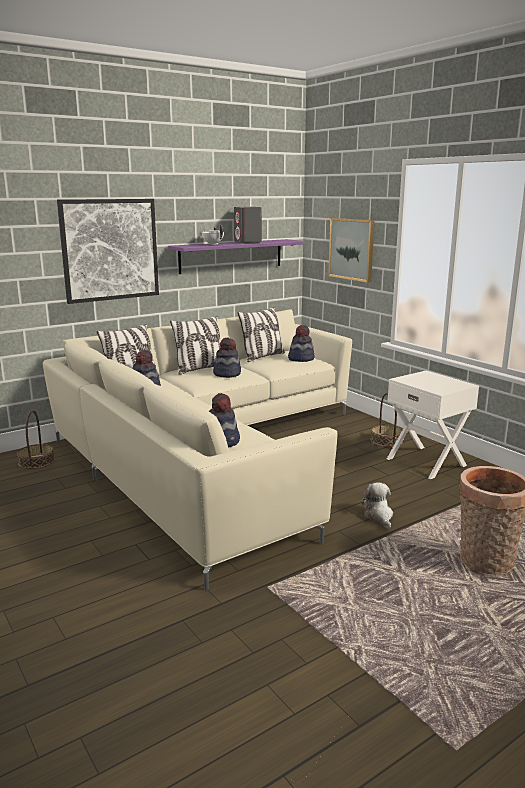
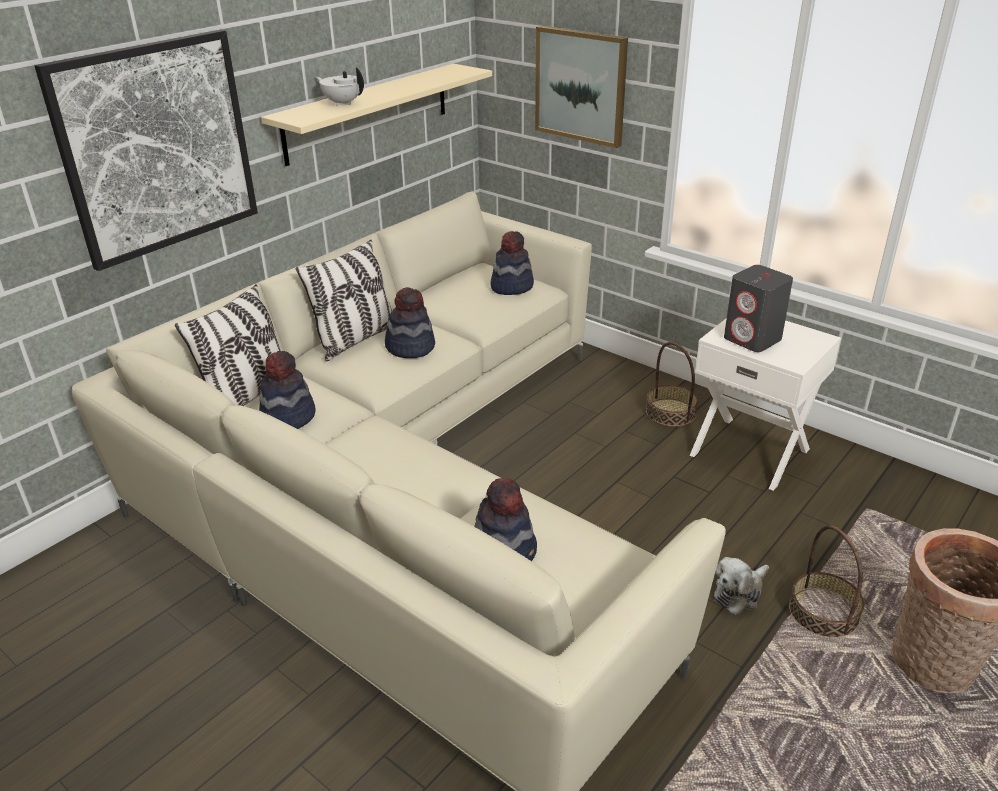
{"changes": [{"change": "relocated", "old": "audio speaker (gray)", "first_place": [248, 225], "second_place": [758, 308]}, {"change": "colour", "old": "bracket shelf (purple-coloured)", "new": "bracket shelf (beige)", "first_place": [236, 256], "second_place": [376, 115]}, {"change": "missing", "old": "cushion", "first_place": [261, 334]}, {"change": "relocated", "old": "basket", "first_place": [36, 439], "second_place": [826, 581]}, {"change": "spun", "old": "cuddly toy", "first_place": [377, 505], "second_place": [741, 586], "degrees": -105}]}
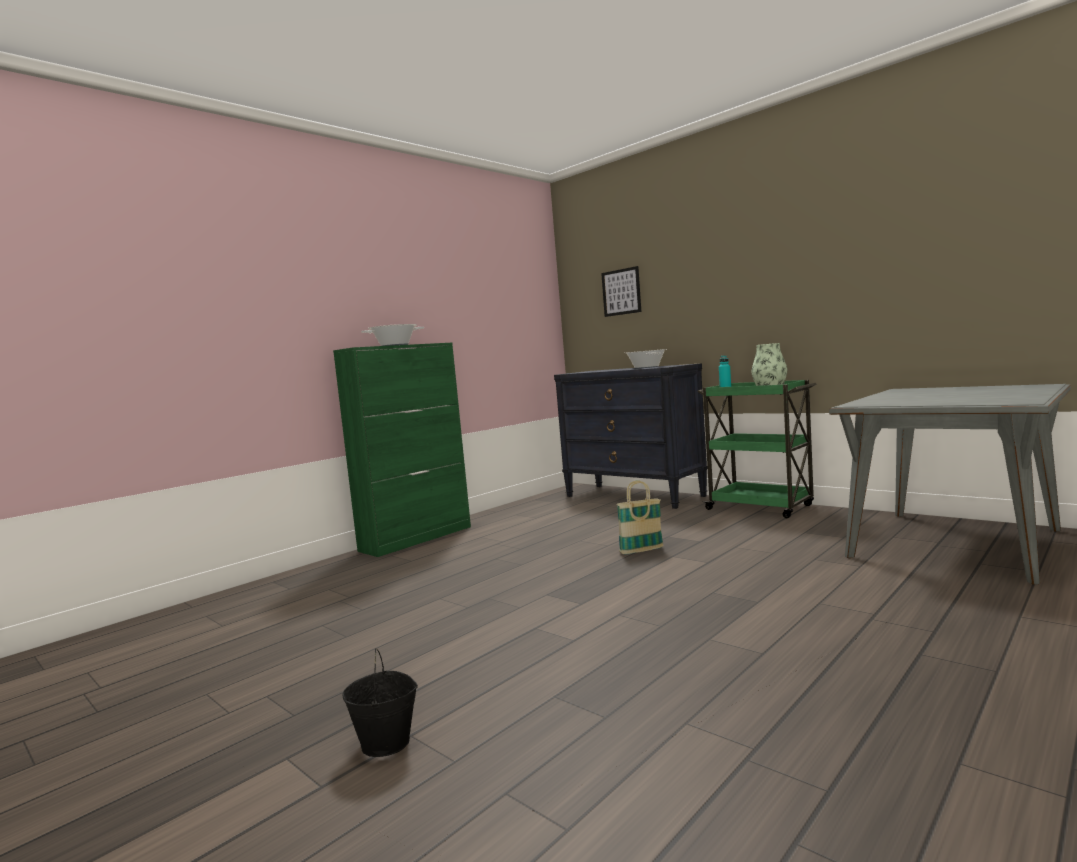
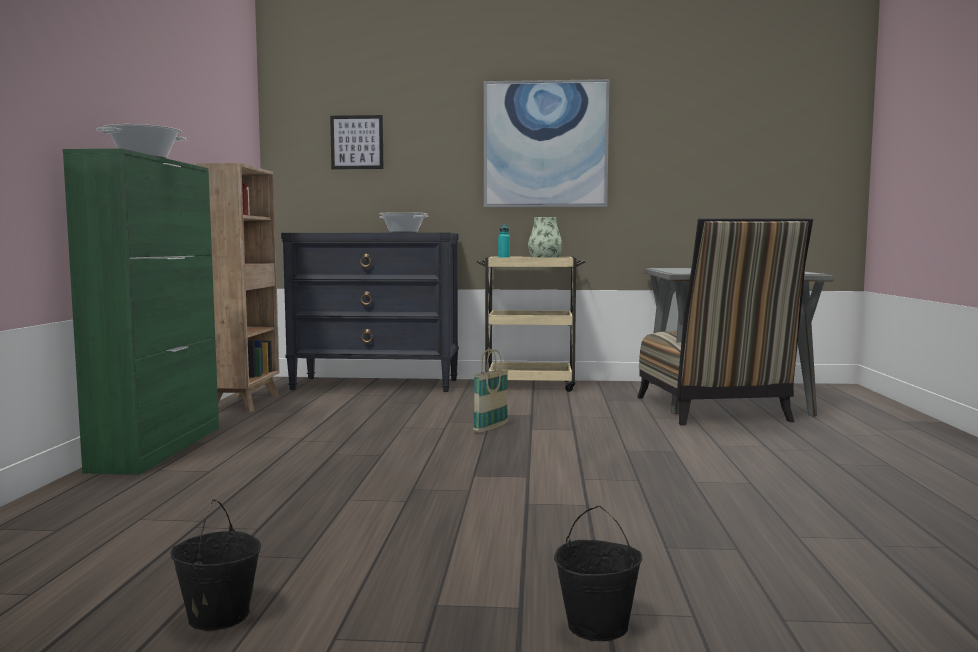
{"changes": [{"change": "colour", "old": "wheeled cart (greenish)", "new": "wheeled cart (beige)", "first_place": [757, 449], "second_place": [531, 324]}, {"change": "appeared", "new": "wall art", "second_place": [546, 143]}, {"change": "appeared", "new": "bookcase (brownish)", "second_place": [238, 287]}, {"change": "appeared", "new": "chair", "second_place": [725, 322]}, {"change": "appeared", "new": "water bucket (black)", "second_place": [215, 565]}]}
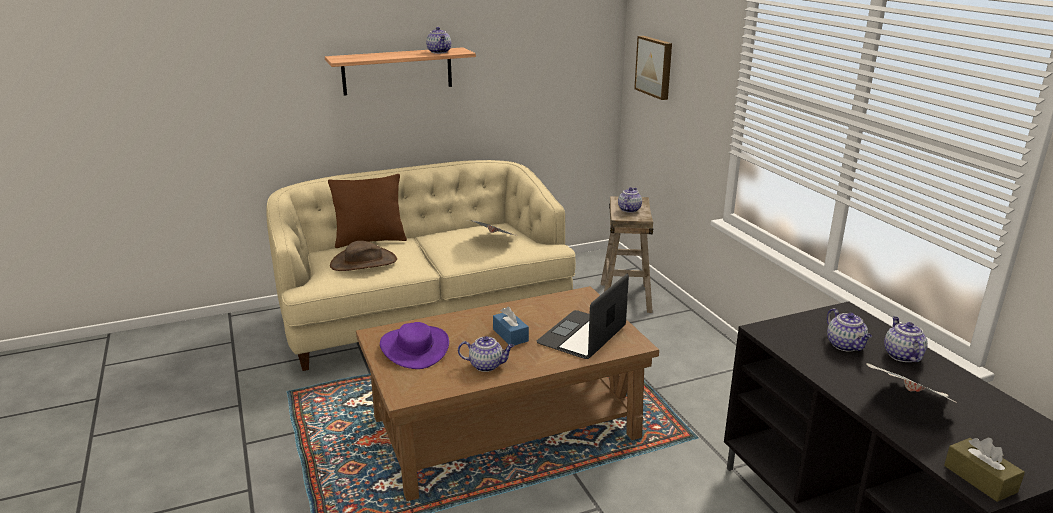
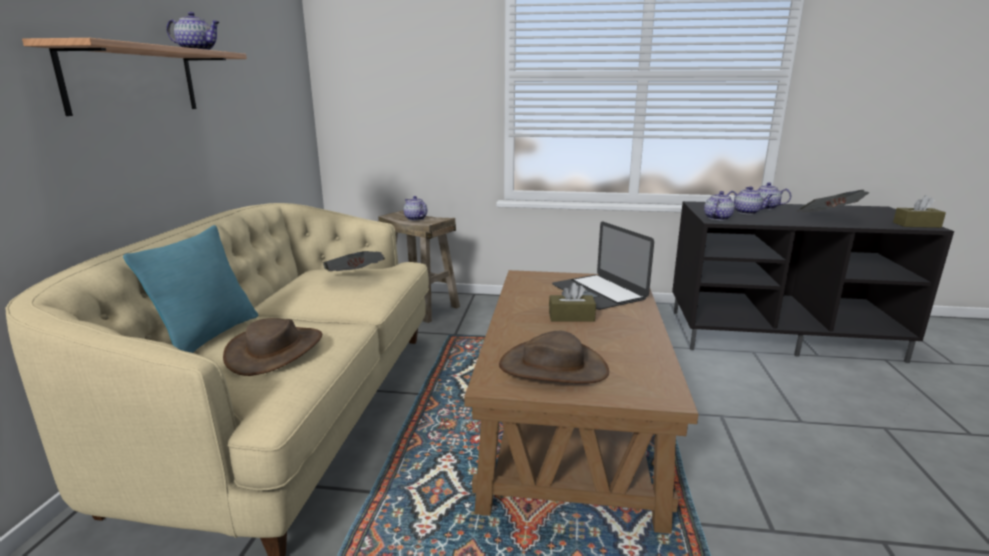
{"changes": [{"change": "missing", "old": "wall art", "first_place": [653, 68]}, {"change": "colour", "old": "cushion (brownish)", "new": "cushion (blue-green)", "first_place": [367, 211], "second_place": [190, 289]}, {"change": "colour", "old": "tissue box (blue-coloured)", "new": "tissue box (brownish)", "first_place": [511, 326], "second_place": [572, 302]}, {"change": "colour", "old": "hat (purple-coloured)", "new": "hat (brownish)", "first_place": [414, 345], "second_place": [554, 357]}, {"change": "relocated", "old": "pot for tea", "first_place": [486, 354], "second_place": [719, 205]}]}
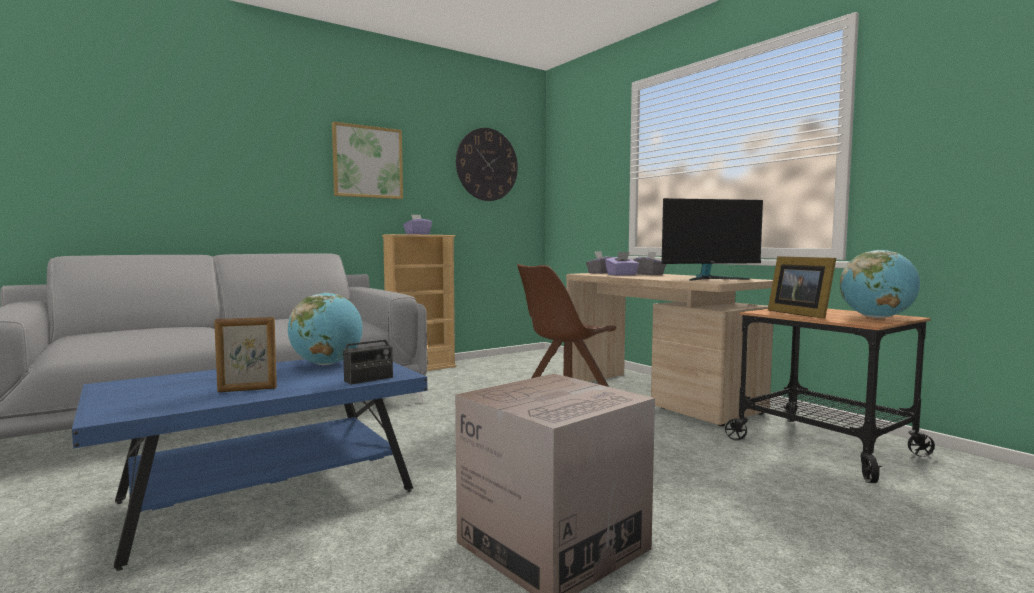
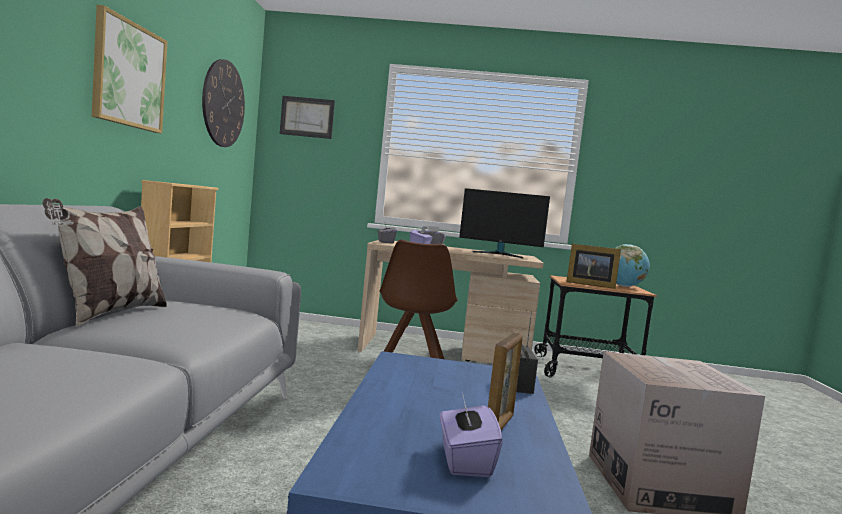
{"changes": [{"change": "spun", "old": "monitor", "first_place": [712, 239], "second_place": [504, 223], "degrees": 75}, {"change": "relocated", "old": "tissue box (purple-coloured)", "first_place": [417, 225], "second_place": [471, 434]}, {"change": "missing", "old": "globe", "first_place": [325, 329]}, {"change": "appeared", "new": "wall art", "second_place": [307, 117]}, {"change": "appeared", "new": "cushion", "second_place": [105, 262]}]}
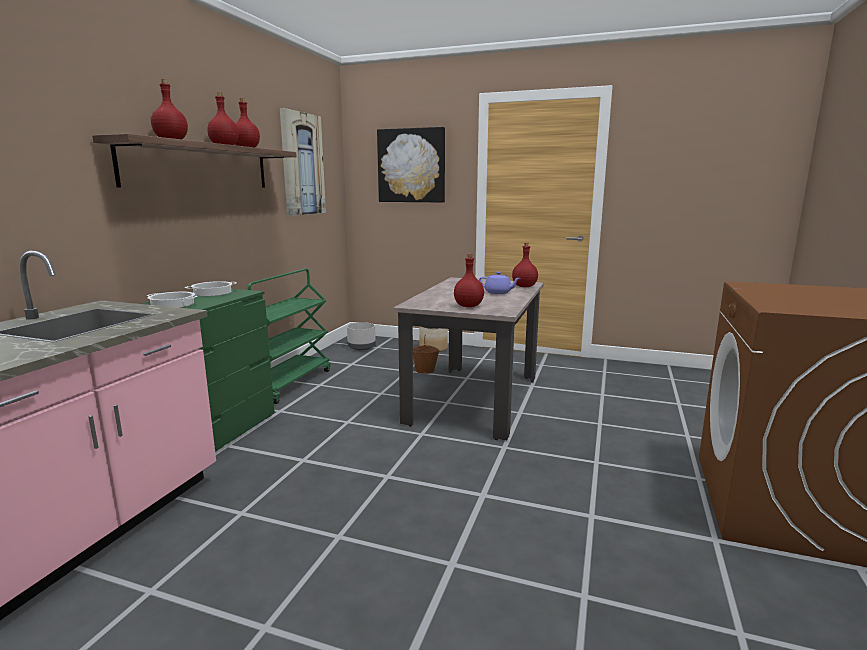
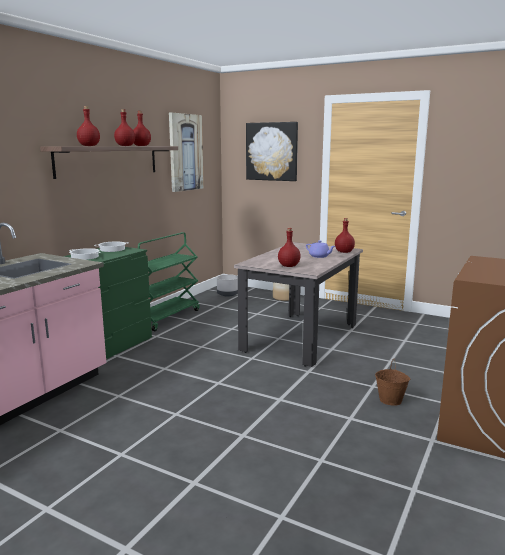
{"changes": [{"change": "relocated", "old": "water bucket (brownish)", "first_place": [426, 354], "second_place": [392, 382]}]}
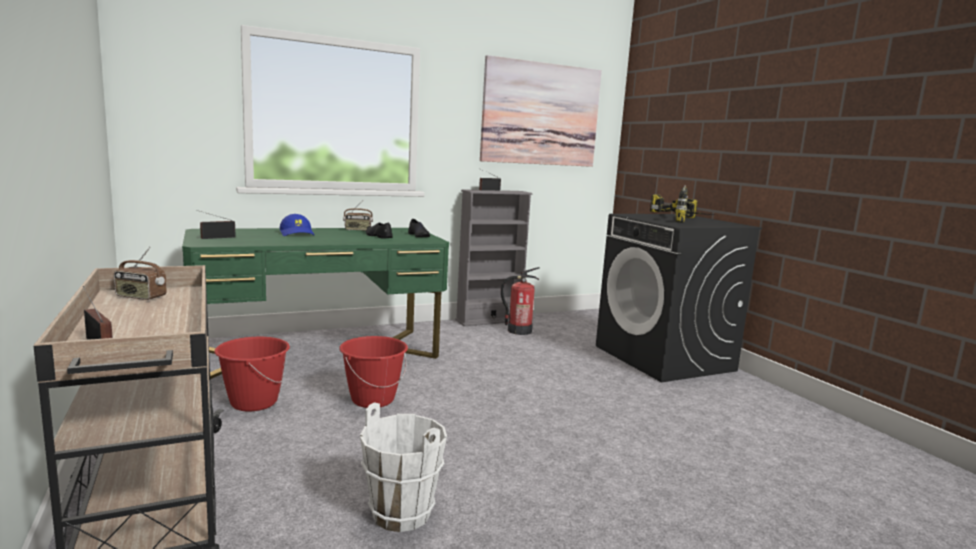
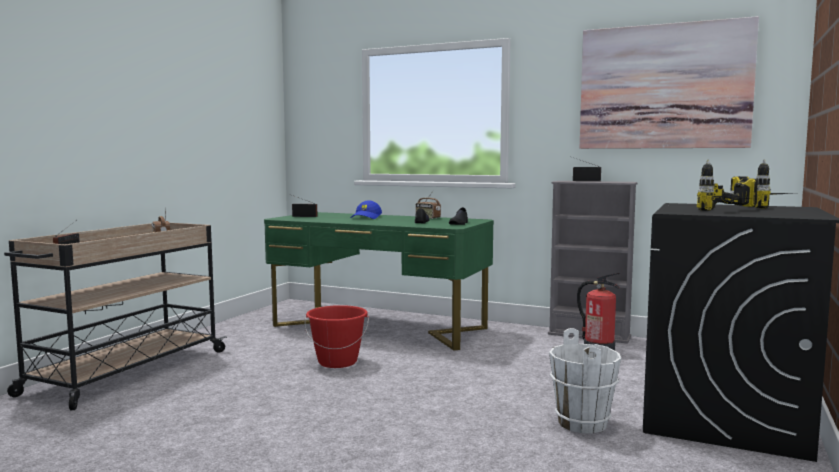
{"changes": [{"change": "missing", "old": "water bucket (red-coloured)", "first_place": [252, 374]}, {"change": "relocated", "old": "water bucket (white)", "first_place": [403, 467], "second_place": [585, 381]}]}
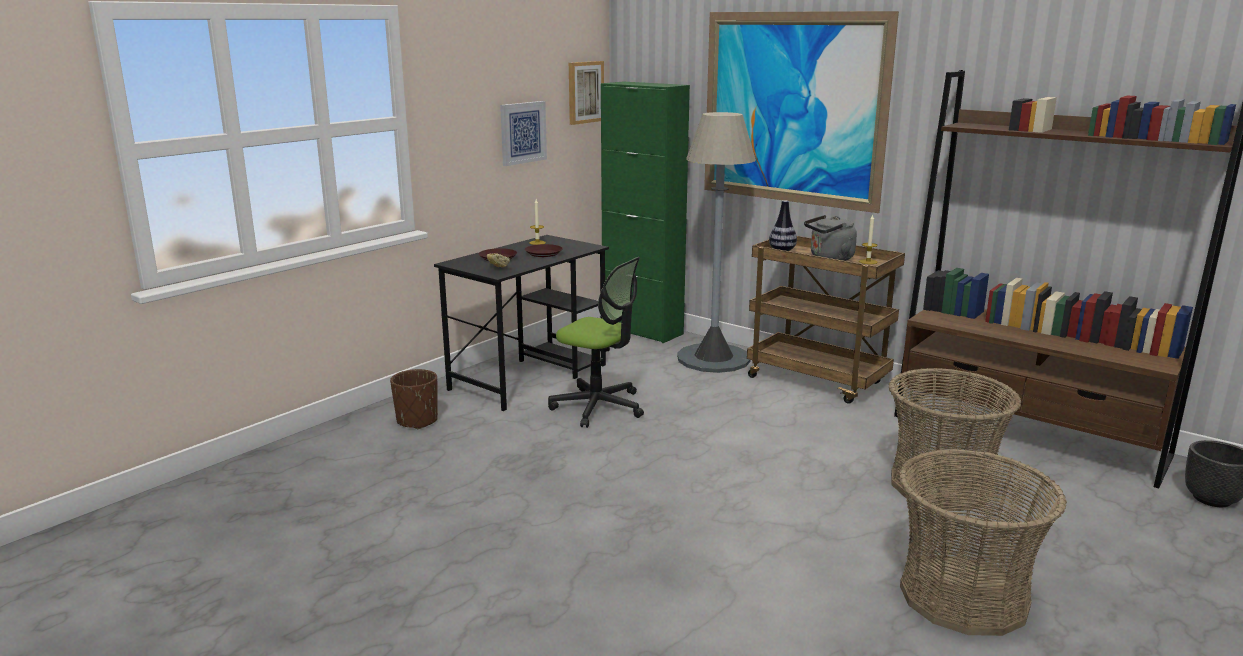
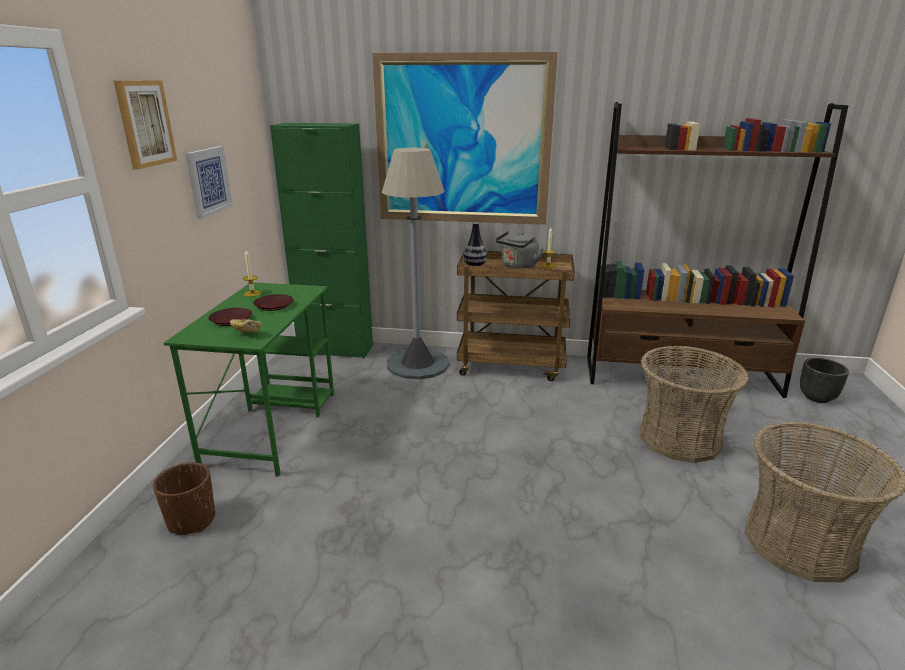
{"changes": [{"change": "relocated", "old": "wall art", "first_place": [586, 93], "second_place": [145, 124]}, {"change": "colour", "old": "desk (black)", "new": "desk (greenish)", "first_place": [521, 323], "second_place": [249, 379]}, {"change": "missing", "old": "desk chair", "first_place": [596, 342]}]}
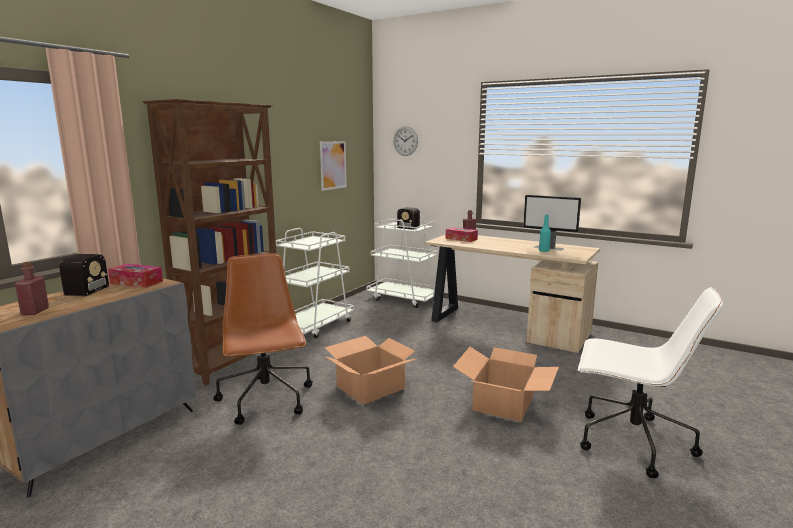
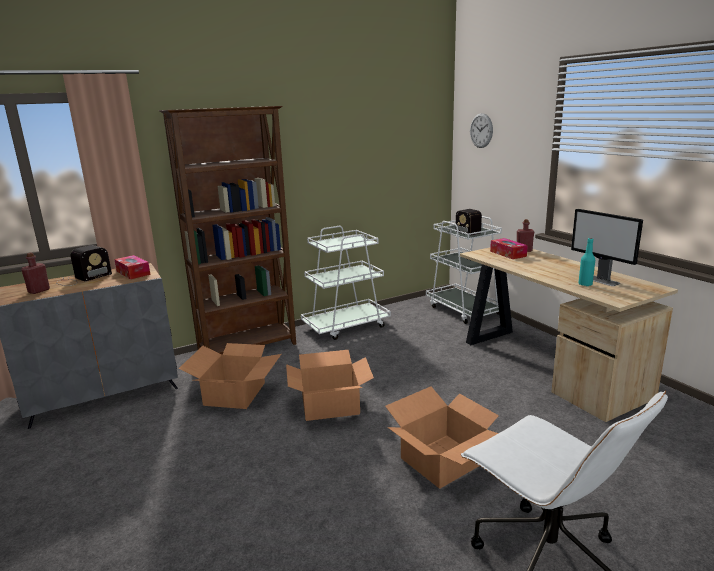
{"changes": [{"change": "missing", "old": "wall art", "first_place": [333, 166]}, {"change": "exchanged", "old": "desk chair (brownish)", "new": "cardboard box", "first_place": [263, 339], "second_place": [230, 376]}]}
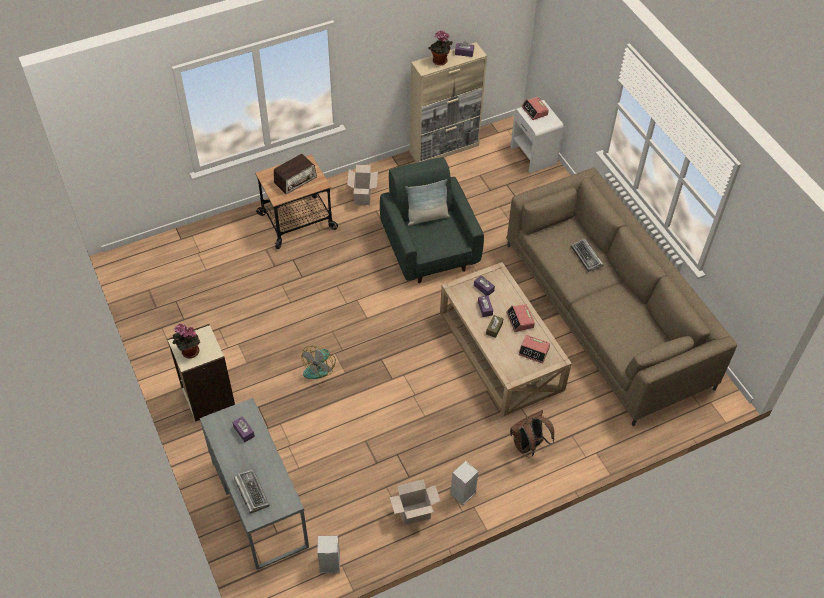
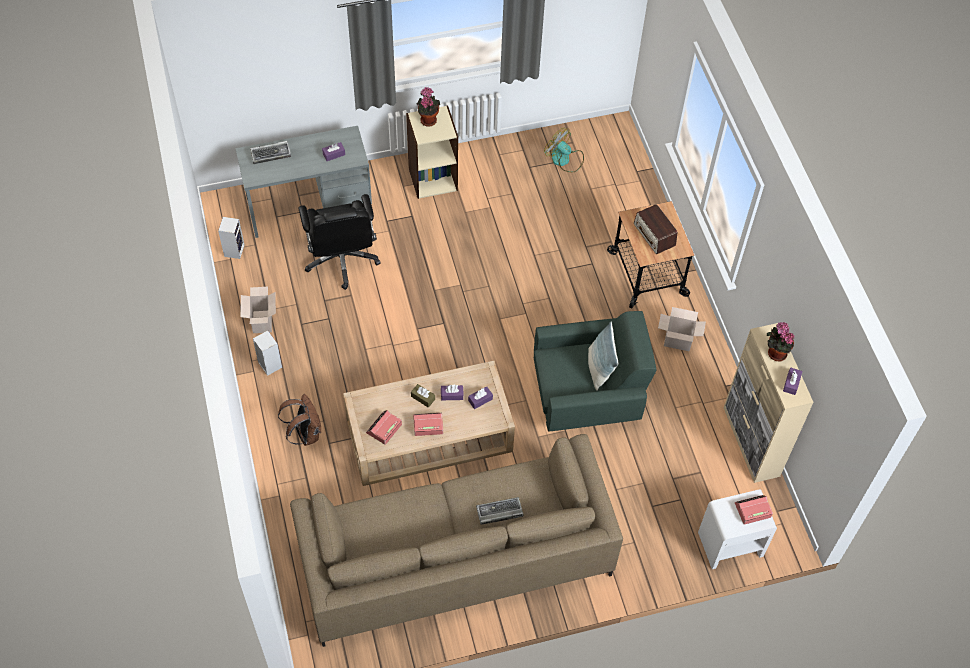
{"changes": [{"change": "relocated", "old": "fan", "first_place": [318, 362], "second_place": [564, 150]}, {"change": "appeared", "new": "desk chair (black)", "second_place": [339, 242]}]}
